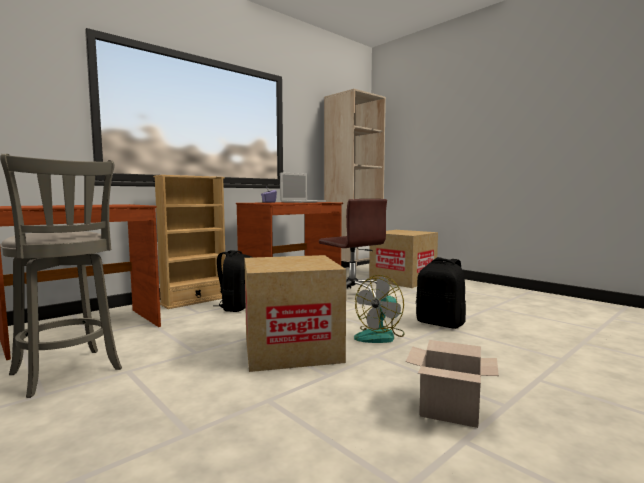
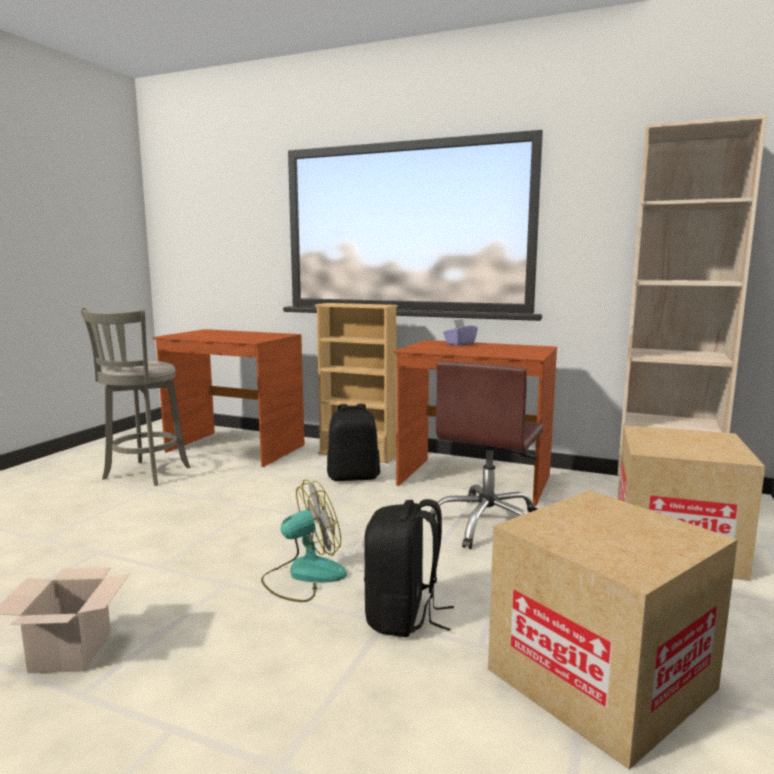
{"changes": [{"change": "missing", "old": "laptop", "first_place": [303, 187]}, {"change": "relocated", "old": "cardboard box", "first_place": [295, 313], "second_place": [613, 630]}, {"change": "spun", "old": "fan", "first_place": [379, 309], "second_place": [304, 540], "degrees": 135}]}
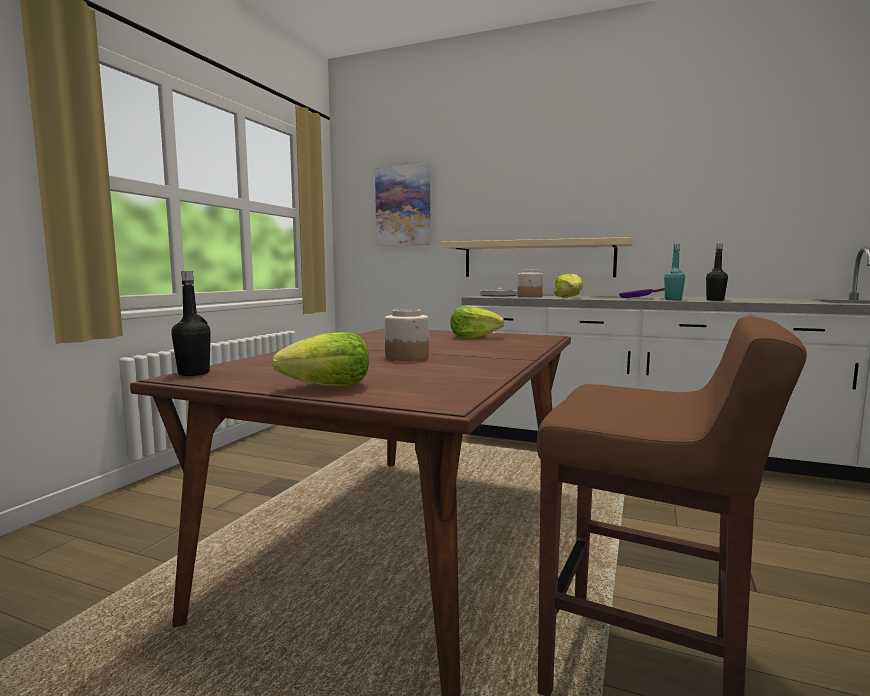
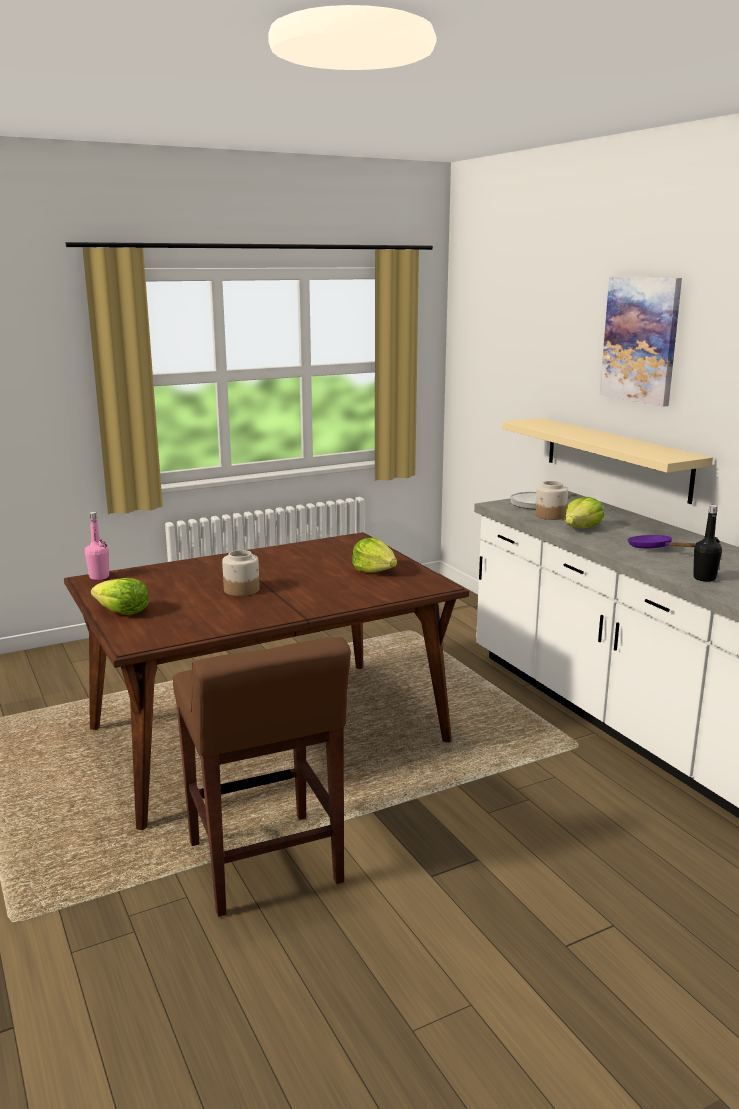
{"changes": [{"change": "relocated", "old": "wall art", "first_place": [402, 204], "second_place": [641, 342]}, {"change": "missing", "old": "bottle (blue-green)", "first_place": [674, 272]}, {"change": "colour", "old": "bottle (black)", "new": "bottle (pink)", "first_place": [191, 323], "second_place": [97, 546]}]}
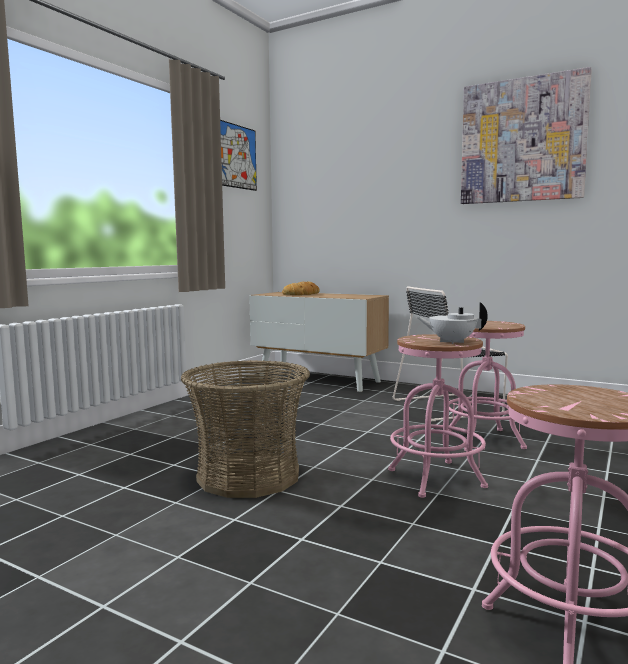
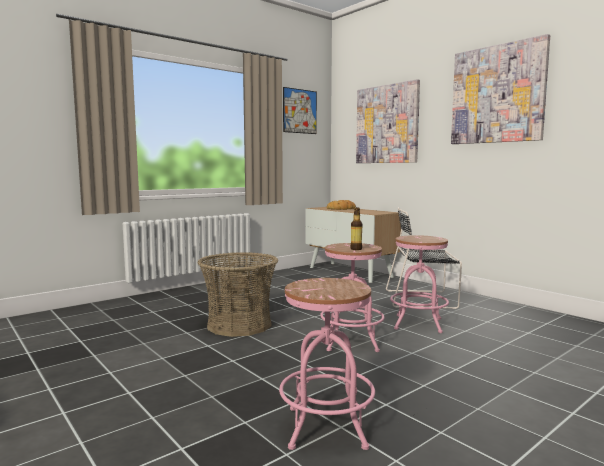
{"changes": [{"change": "exchanged", "old": "pot for tea (white)", "new": "bottle", "first_place": [452, 323], "second_place": [356, 228]}, {"change": "appeared", "new": "wall art", "second_place": [388, 121]}]}
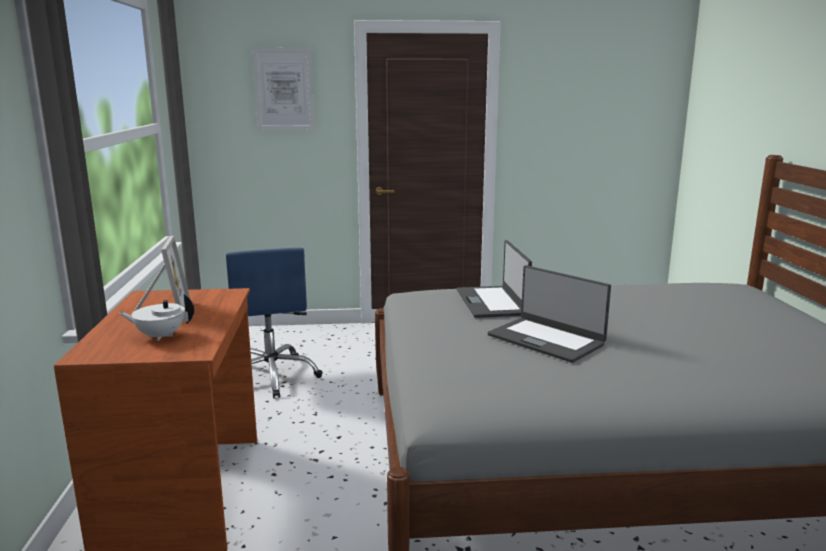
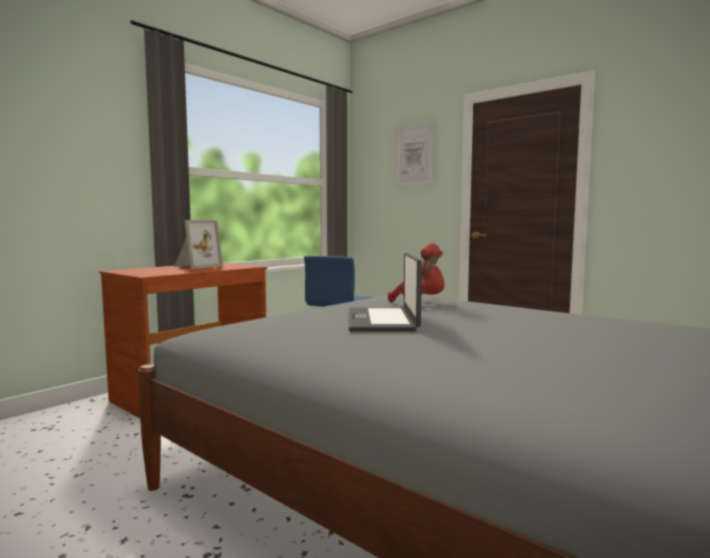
{"changes": [{"change": "exchanged", "old": "laptop", "new": "cuddly toy (red-coloured)", "first_place": [494, 279], "second_place": [416, 273]}, {"change": "missing", "old": "pot for tea (white)", "first_place": [156, 317]}]}
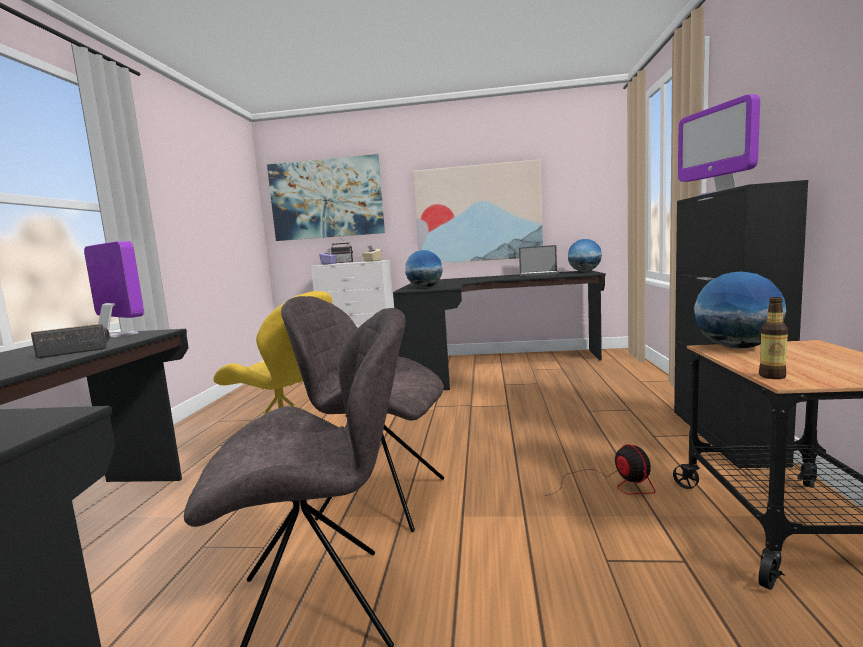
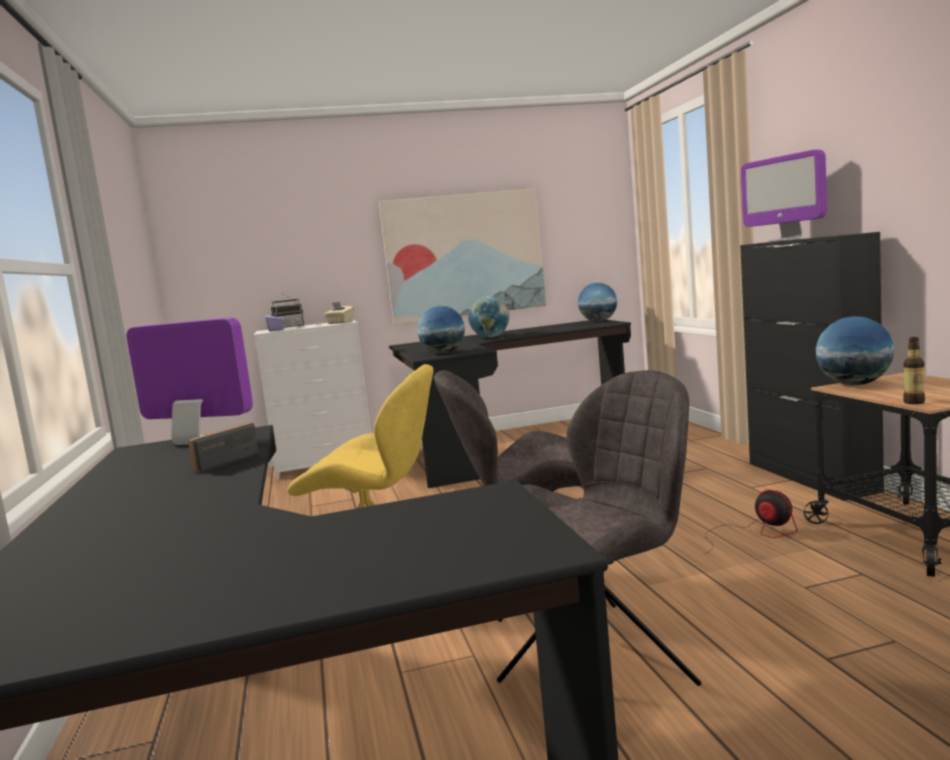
{"changes": [{"change": "missing", "old": "wall art", "first_place": [326, 197]}, {"change": "missing", "old": "laptop", "first_place": [539, 261]}, {"change": "appeared", "new": "globe", "second_place": [488, 317]}]}
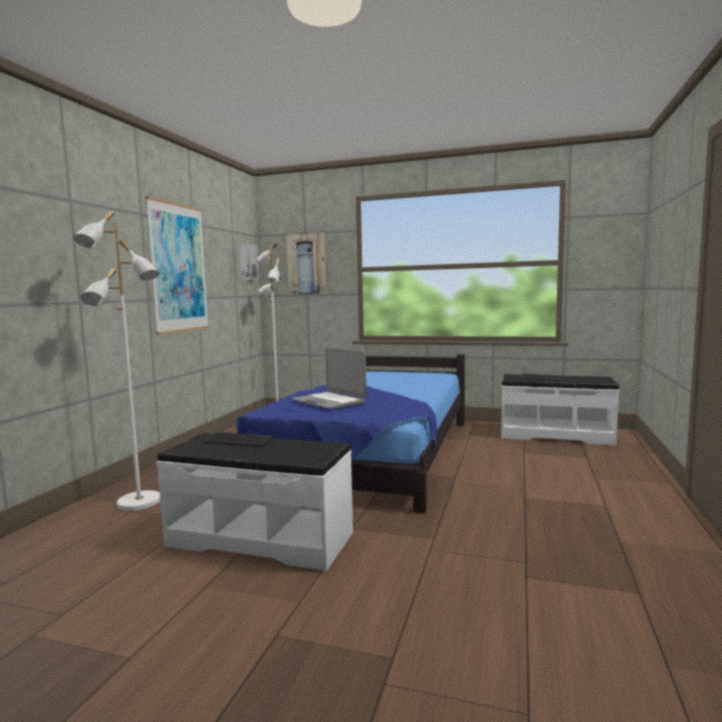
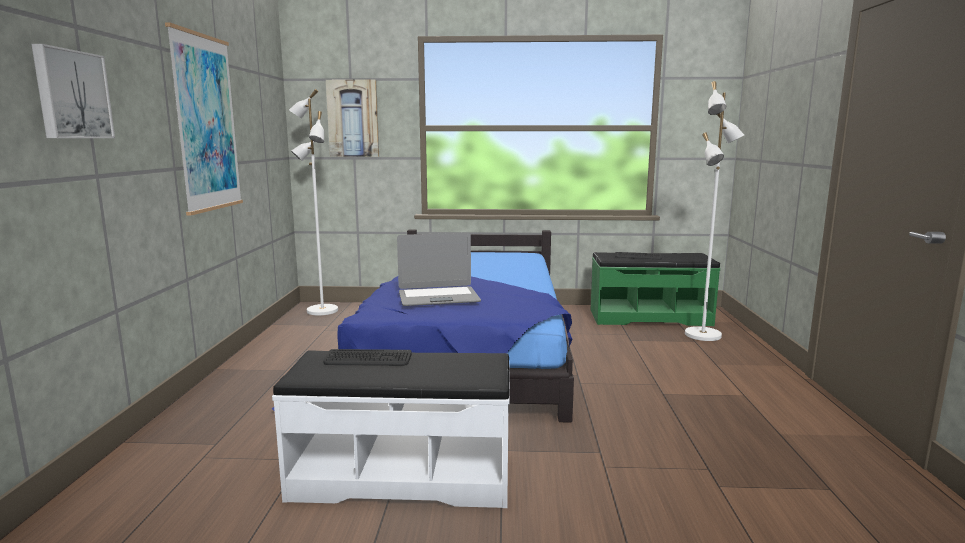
{"changes": [{"change": "relocated", "old": "standing lamp (white)", "first_place": [116, 360], "second_place": [714, 211]}, {"change": "relocated", "old": "wall art", "first_place": [247, 261], "second_place": [73, 91]}, {"change": "spun", "old": "laptop", "first_place": [329, 378], "second_place": [439, 269], "degrees": -45}, {"change": "colour", "old": "long seat (white)", "new": "long seat (greenish)", "first_place": [560, 410], "second_place": [655, 289]}]}
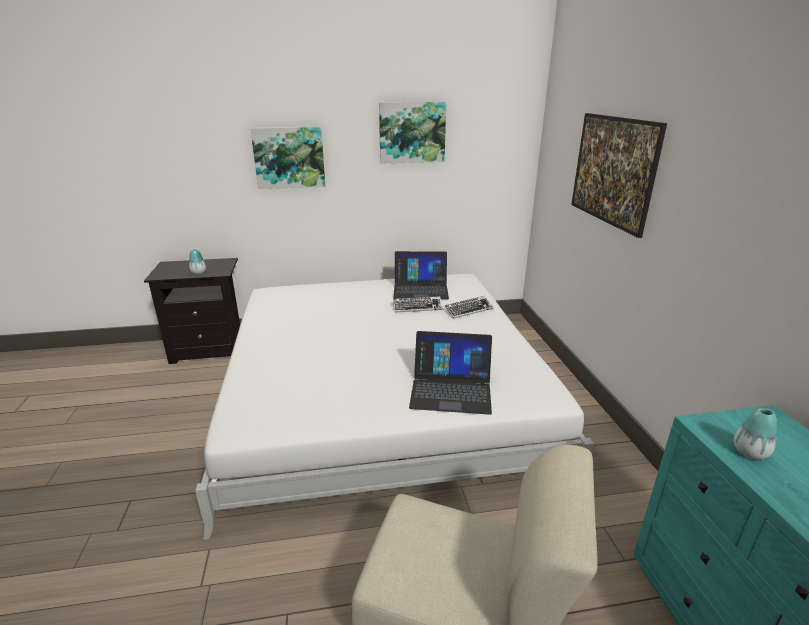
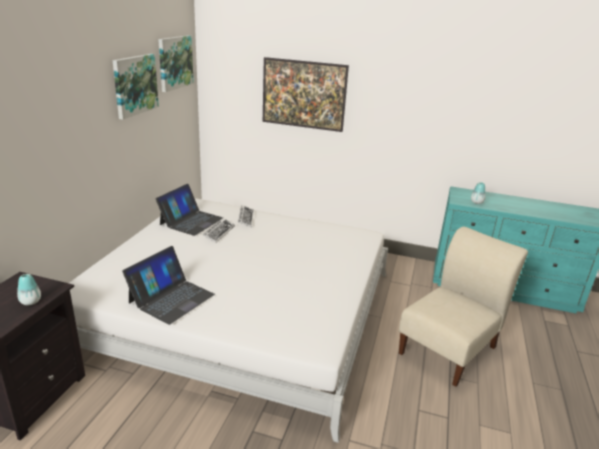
{"changes": [{"change": "relocated", "old": "wall art", "first_place": [287, 158], "second_place": [176, 63]}, {"change": "relocated", "old": "laptop", "first_place": [450, 373], "second_place": [168, 285]}]}
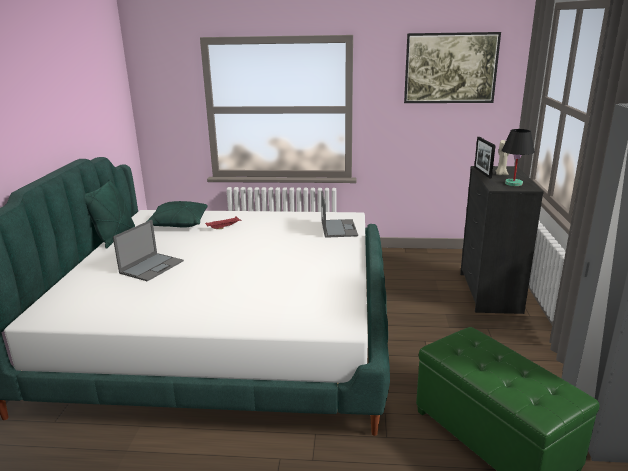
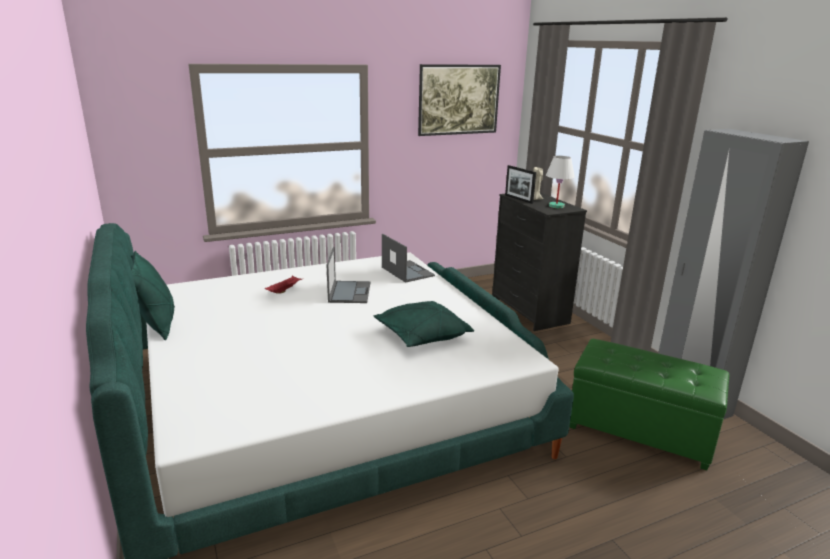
{"changes": [{"change": "colour", "old": "table lamp (black)", "new": "table lamp (white)", "first_place": [518, 157], "second_place": [560, 182]}, {"change": "relocated", "old": "cushion (greenish)", "first_place": [177, 214], "second_place": [423, 324]}, {"change": "relocated", "old": "laptop", "first_place": [148, 250], "second_place": [348, 275]}]}
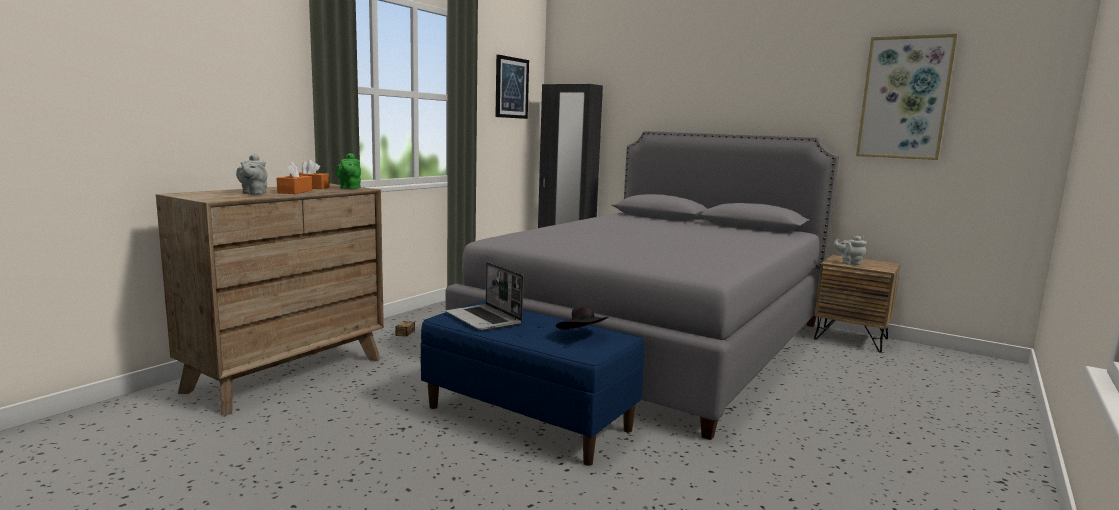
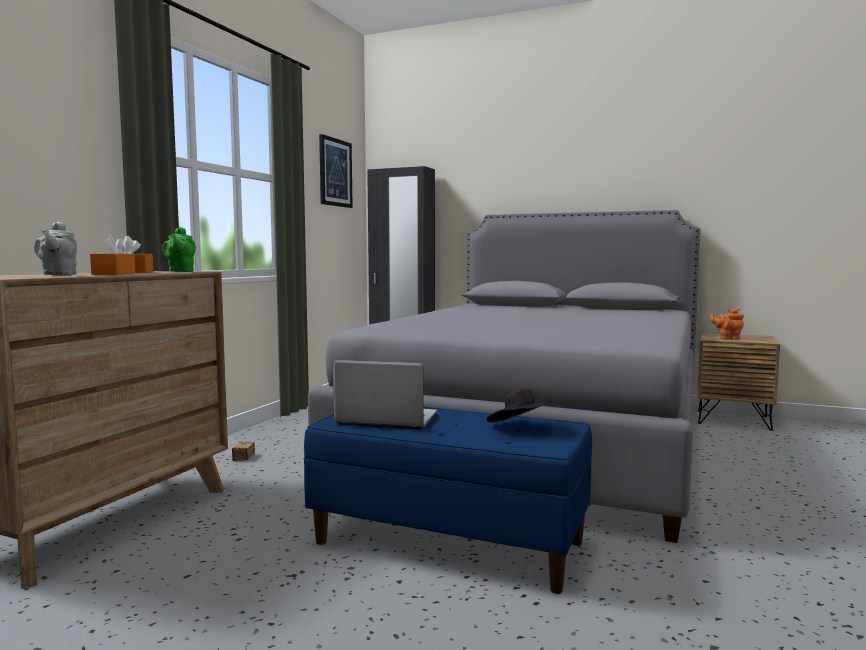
{"changes": [{"change": "missing", "old": "wall art", "first_place": [907, 97]}, {"change": "colour", "old": "pot for tea (gray)", "new": "pot for tea (orangey)", "first_place": [850, 250], "second_place": [727, 324]}, {"change": "spun", "old": "laptop", "first_place": [485, 296], "second_place": [385, 394], "degrees": 150}]}
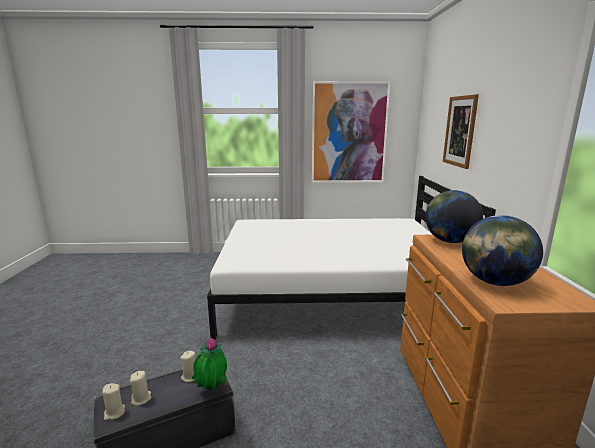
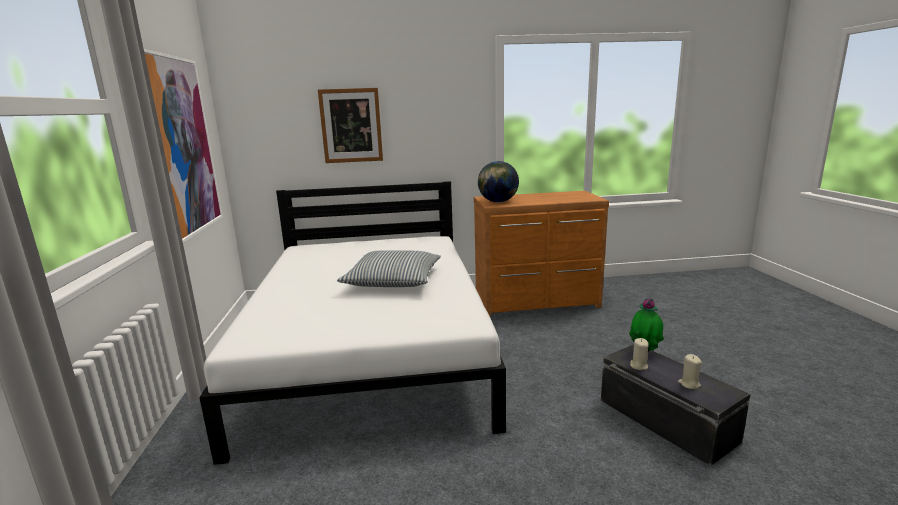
{"changes": [{"change": "missing", "old": "globe", "first_place": [502, 250]}, {"change": "missing", "old": "candle (beige)", "first_place": [113, 401]}, {"change": "appeared", "new": "cushion", "second_place": [389, 268]}]}
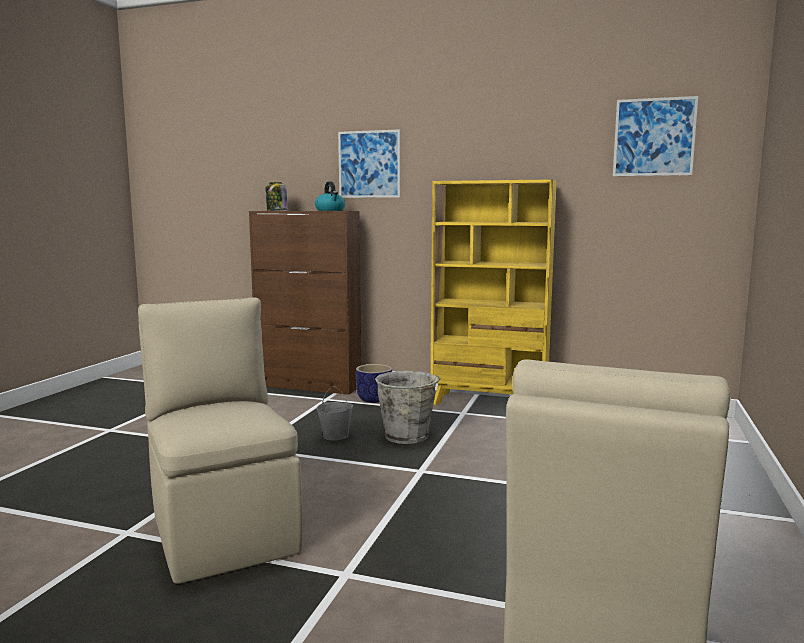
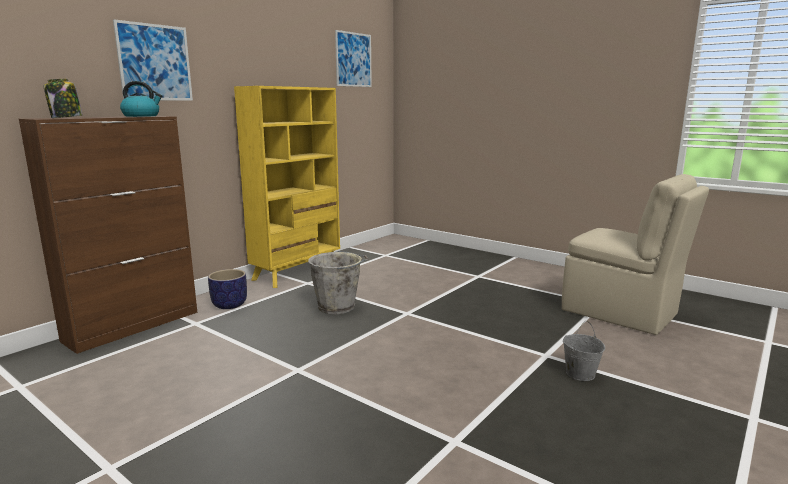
{"changes": [{"change": "missing", "old": "chair (beige)", "first_place": [220, 440]}, {"change": "relocated", "old": "water bucket (gray)", "first_place": [334, 413], "second_place": [584, 351]}]}
